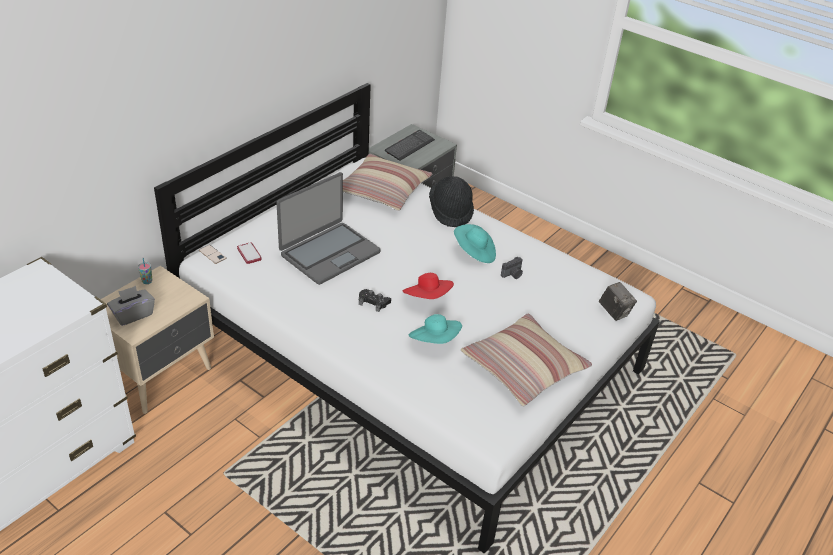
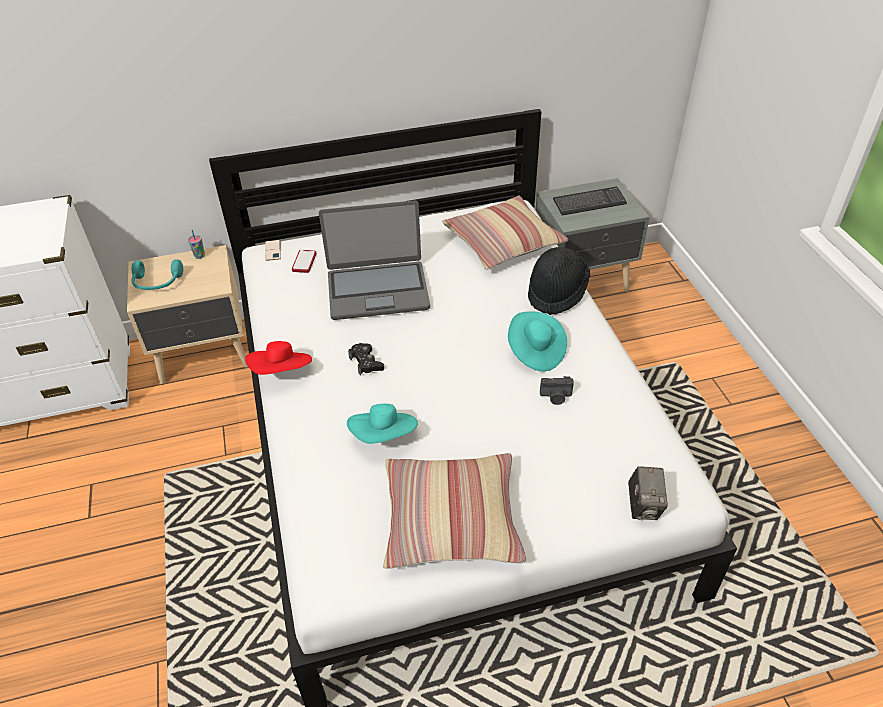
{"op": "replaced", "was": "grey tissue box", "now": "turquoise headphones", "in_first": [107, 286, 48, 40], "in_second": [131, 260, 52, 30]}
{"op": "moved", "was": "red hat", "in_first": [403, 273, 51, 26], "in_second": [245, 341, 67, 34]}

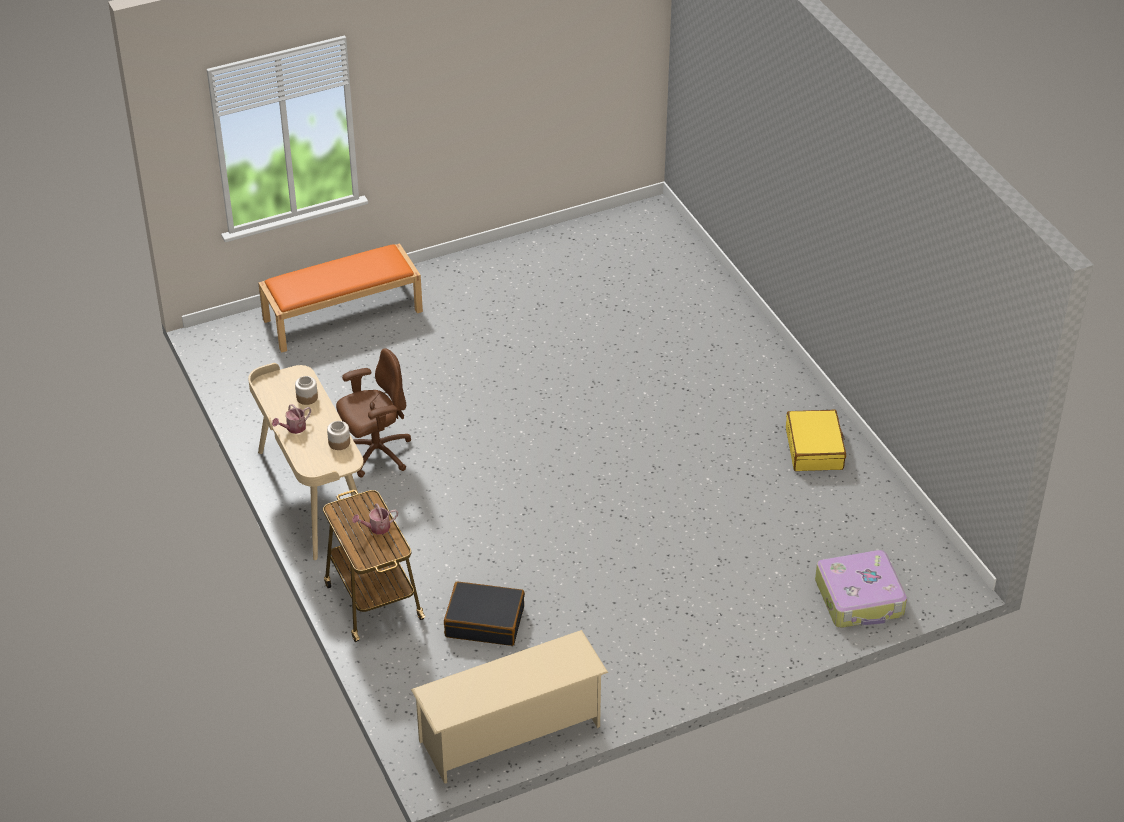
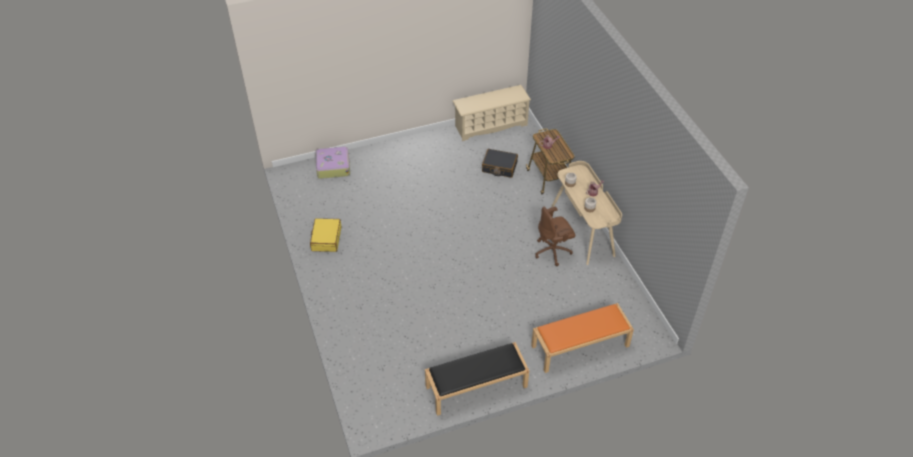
{"op": "added", "now": "black bench", "in_second": [425, 342, 104, 74]}

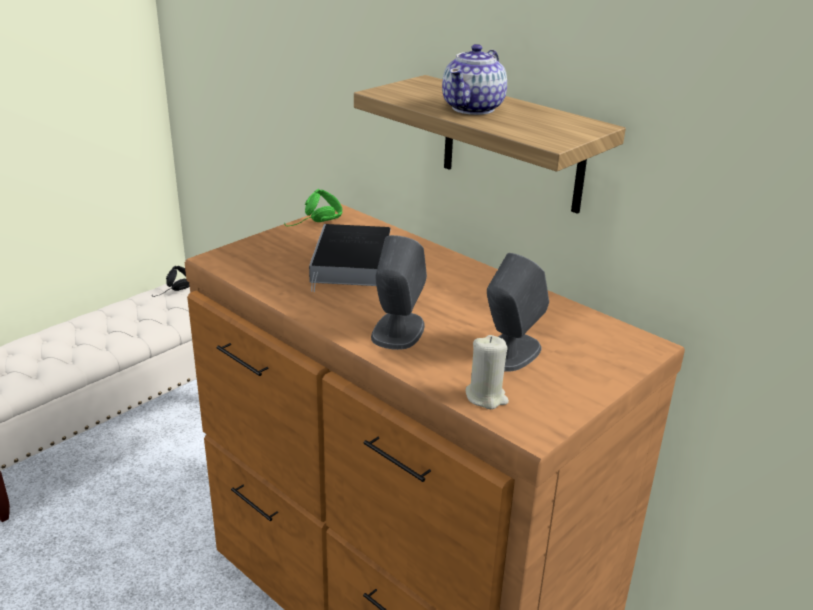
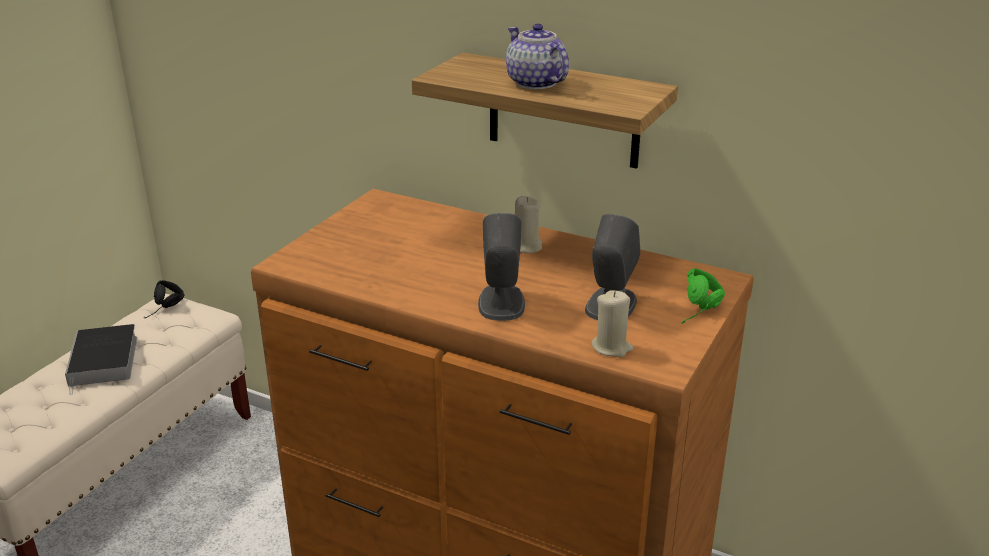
{"op": "moved", "was": "green headphones", "in_first": [284, 189, 59, 37], "in_second": [682, 268, 43, 55]}
{"op": "moved", "was": "book", "in_first": [309, 224, 82, 68], "in_second": [65, 324, 72, 71]}
{"op": "turned", "was": "teapot", "in_first": [442, 44, 65, 71], "in_second": [506, 23, 63, 66], "clockwise": 135}
{"op": "added", "now": "beige candle", "in_second": [515, 196, 27, 57]}

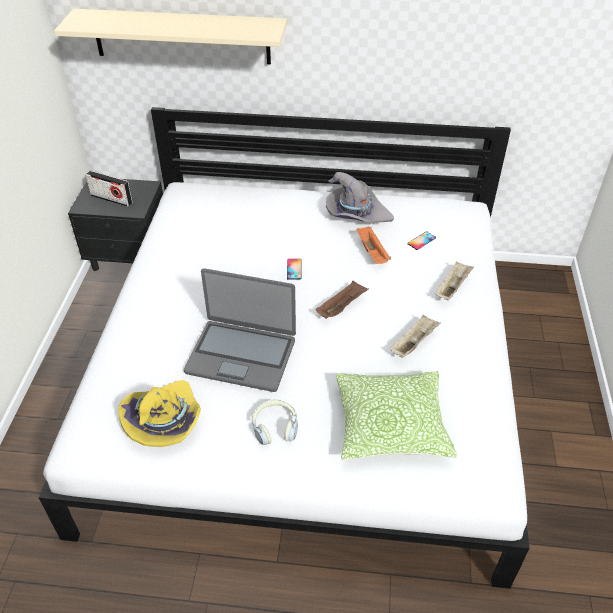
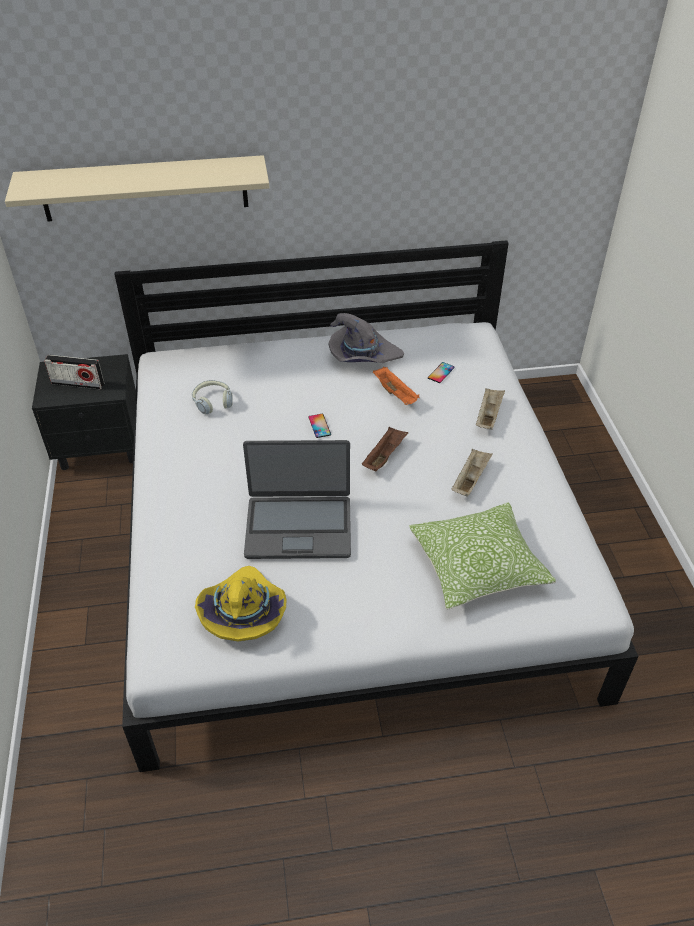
{"op": "moved", "was": "headphones", "in_first": [252, 399, 46, 46], "in_second": [192, 380, 41, 34]}

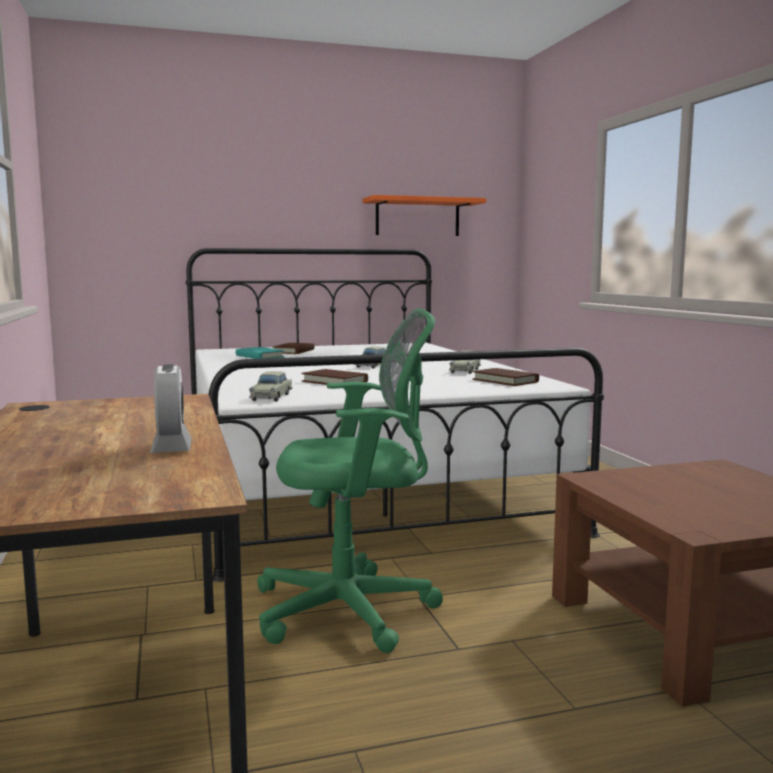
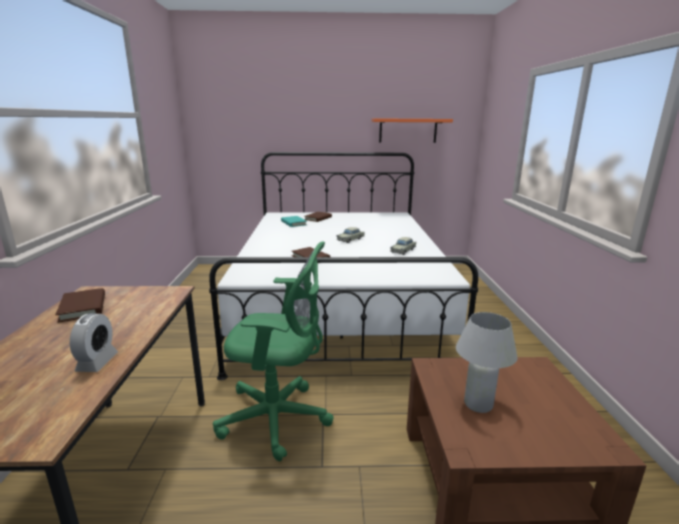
{"op": "removed", "was": "beige toy car", "in_first": [249, 371, 43, 30]}
{"op": "moved", "was": "brown book", "in_first": [472, 368, 67, 18], "in_second": [55, 288, 50, 35]}
{"op": "added", "now": "white table lamp", "in_second": [456, 312, 62, 101]}

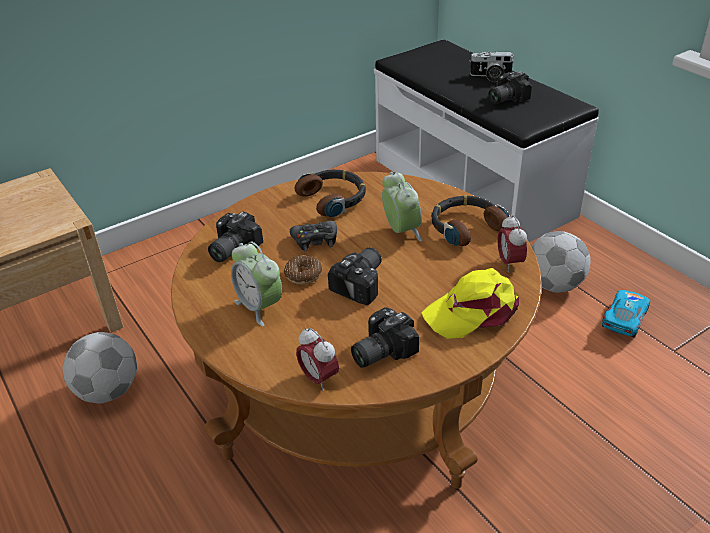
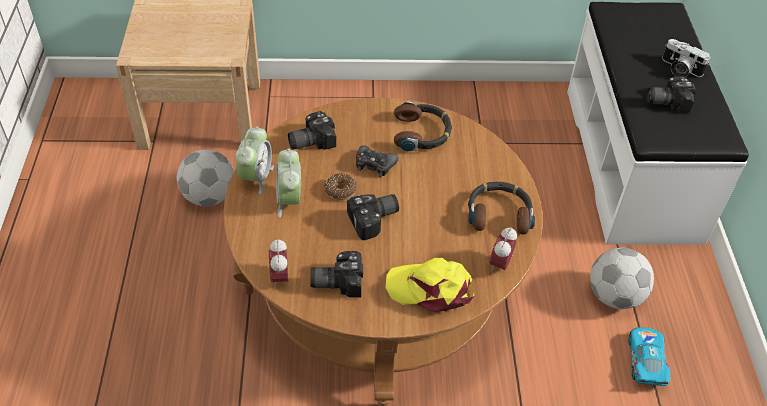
{"op": "moved", "was": "alarm clock", "in_first": [382, 172, 40, 69], "in_second": [235, 126, 39, 69]}
{"op": "turned", "was": "toy car", "in_first": [602, 290, 48, 47], "in_second": [628, 327, 42, 59], "clockwise": -60}

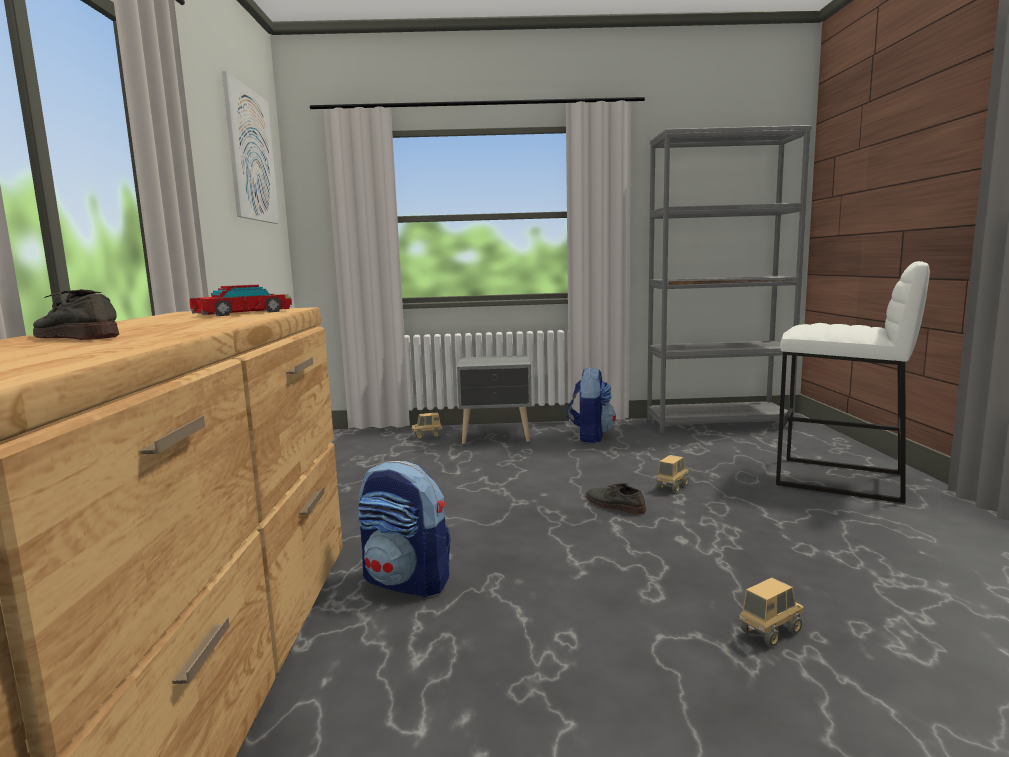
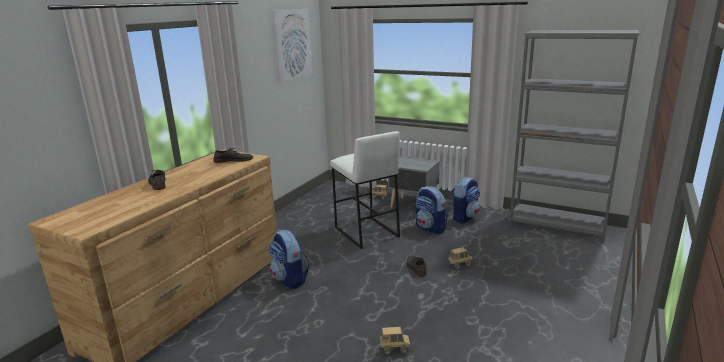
{"op": "replaced", "was": "toy car", "now": "grey shoe", "in_first": [189, 285, 103, 31], "in_second": [213, 148, 41, 15]}
{"op": "moved", "was": "white stool", "in_first": [776, 261, 154, 242], "in_second": [330, 131, 70, 118]}
{"op": "added", "now": "backpack", "in_second": [416, 186, 32, 48]}

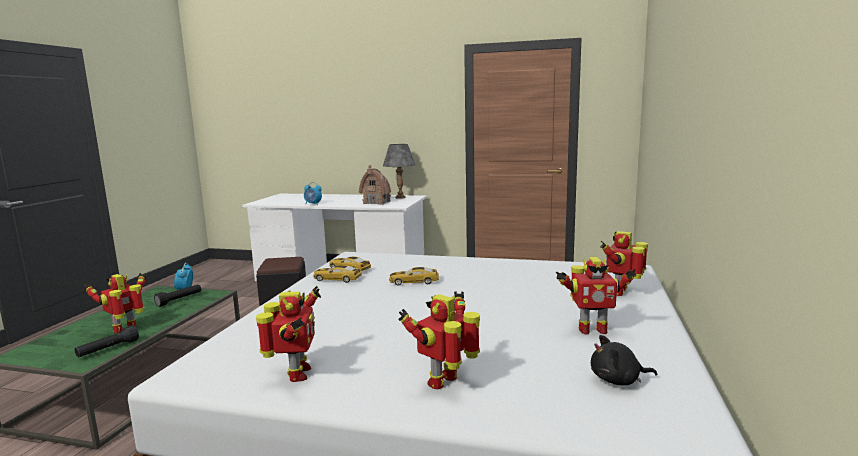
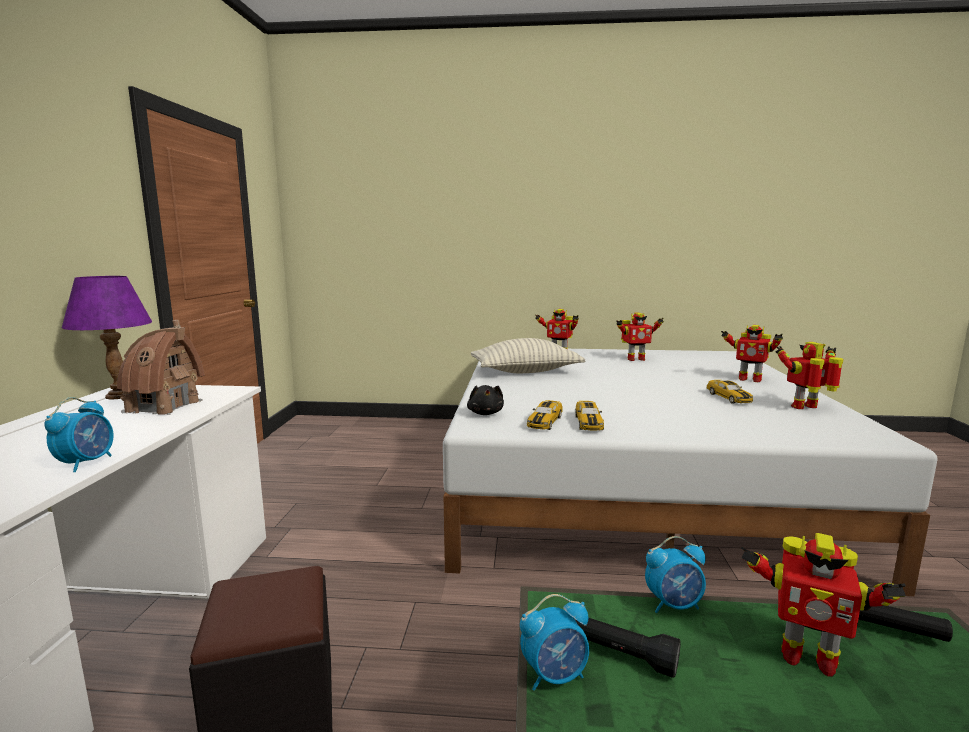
{"op": "recoloured", "was": "grey table lamp", "now": "purple table lamp", "in_first": [383, 144, 33, 55], "in_second": [62, 276, 90, 123]}
{"op": "moved", "was": "toy car", "in_first": [389, 267, 50, 18], "in_second": [707, 380, 46, 24]}
{"op": "turned", "was": "toy robot", "in_first": [556, 257, 81, 78], "in_second": [616, 312, 48, 49], "clockwise": 90}
{"op": "moved", "was": "black plush toy", "in_first": [591, 335, 66, 51], "in_second": [467, 385, 37, 30]}
{"op": "added", "now": "pillow", "in_second": [471, 338, 114, 35]}
{"op": "added", "now": "alarm clock", "in_second": [645, 536, 61, 77]}

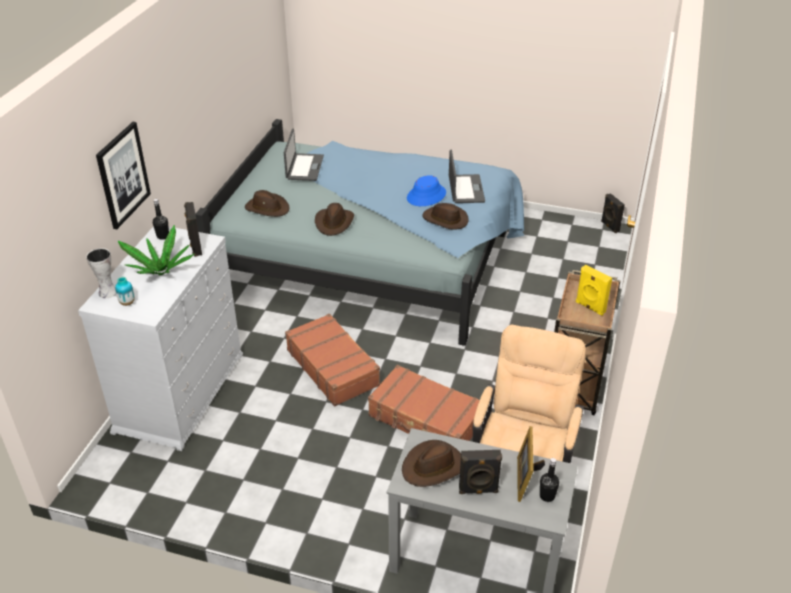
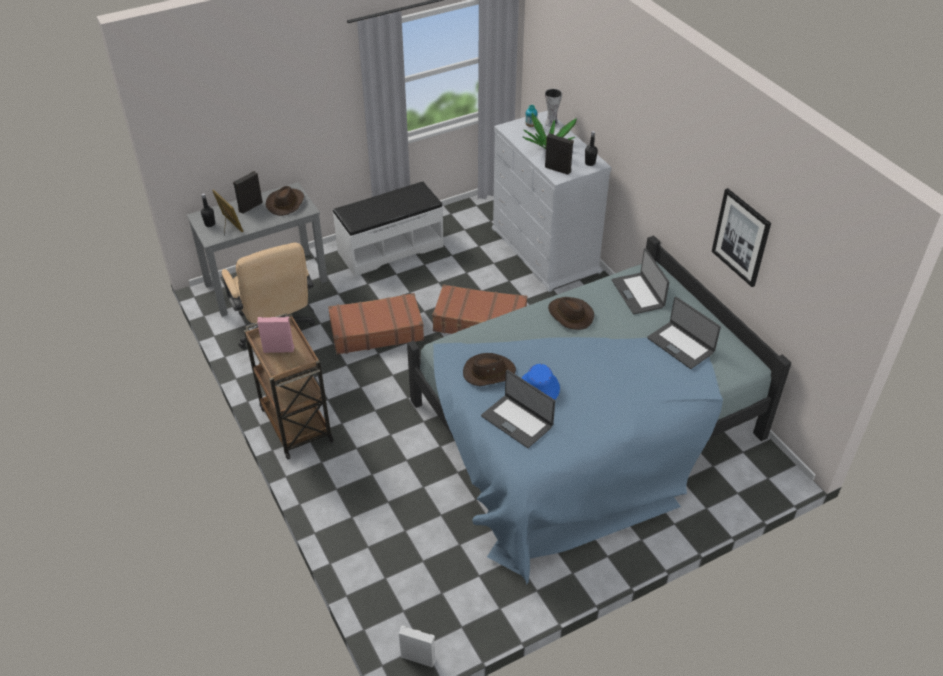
{"op": "moved", "was": "picture", "in_first": [96, 122, 55, 107], "in_second": [712, 188, 59, 99]}
{"op": "replaced", "was": "brown hat", "now": "laptop", "in_first": [245, 190, 45, 27], "in_second": [612, 248, 57, 66]}
{"op": "recoloured", "was": "yellow speaker", "now": "pink speaker", "in_first": [576, 265, 36, 51], "in_second": [257, 317, 37, 36]}
{"op": "recoloured", "was": "black speaker", "now": "white speaker", "in_first": [601, 193, 24, 40], "in_second": [399, 626, 37, 41]}
{"op": "added", "now": "white bench", "in_second": [333, 181, 111, 95]}

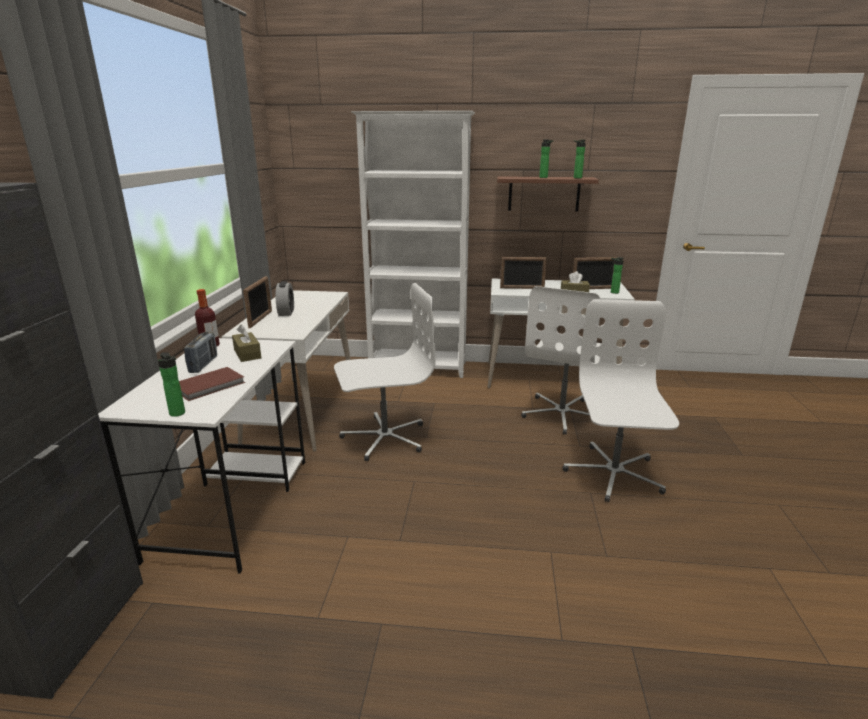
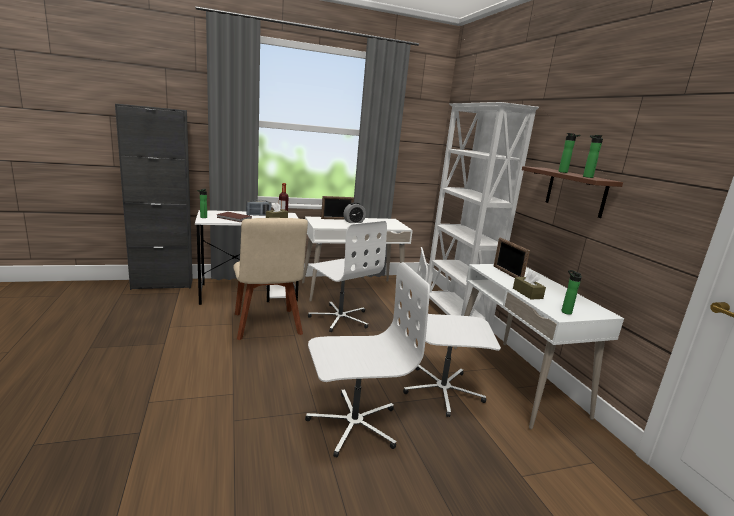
{"op": "removed", "was": "picture frame", "in_first": [573, 257, 44, 32]}
{"op": "added", "now": "beige chair", "in_second": [233, 218, 75, 122]}

